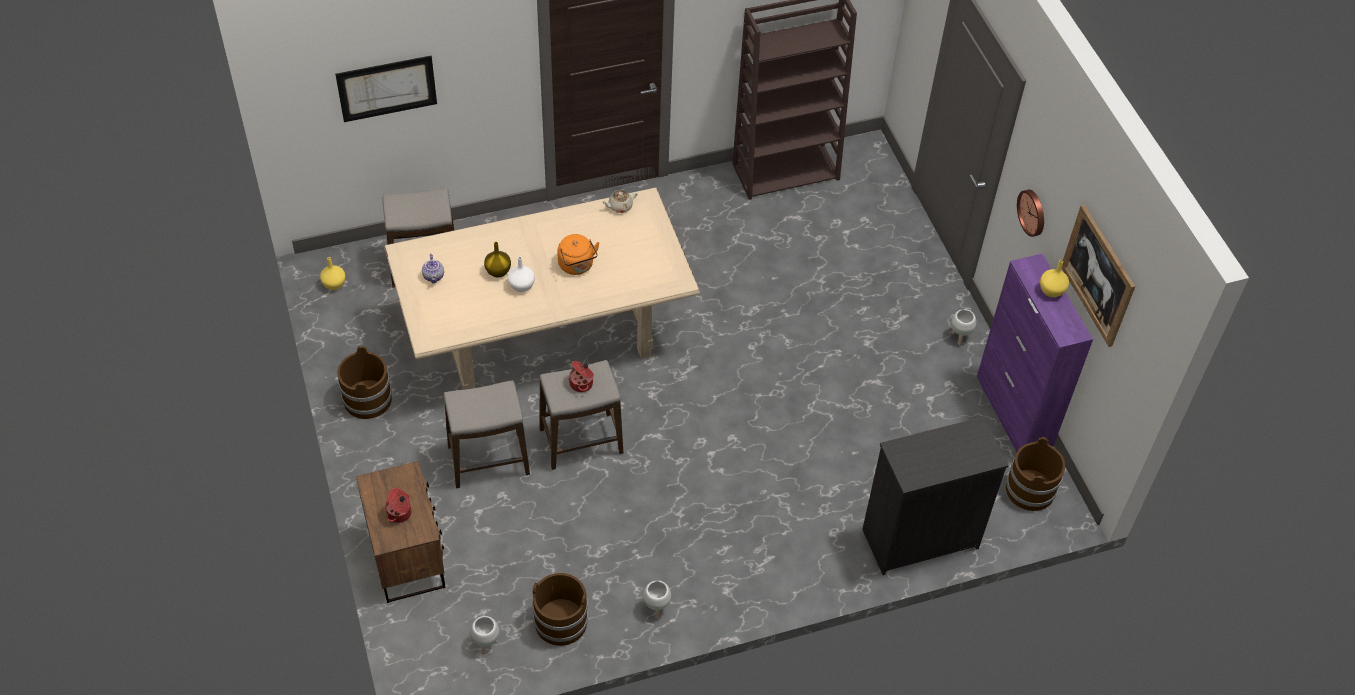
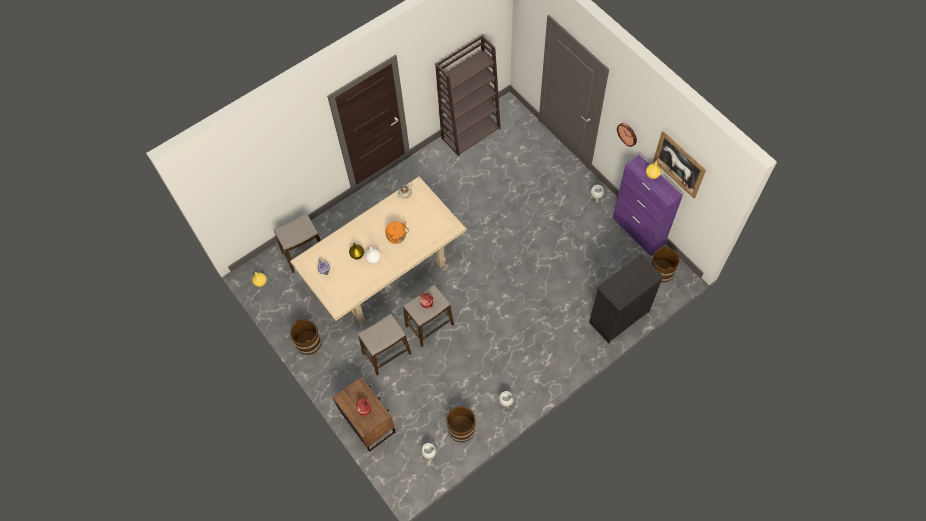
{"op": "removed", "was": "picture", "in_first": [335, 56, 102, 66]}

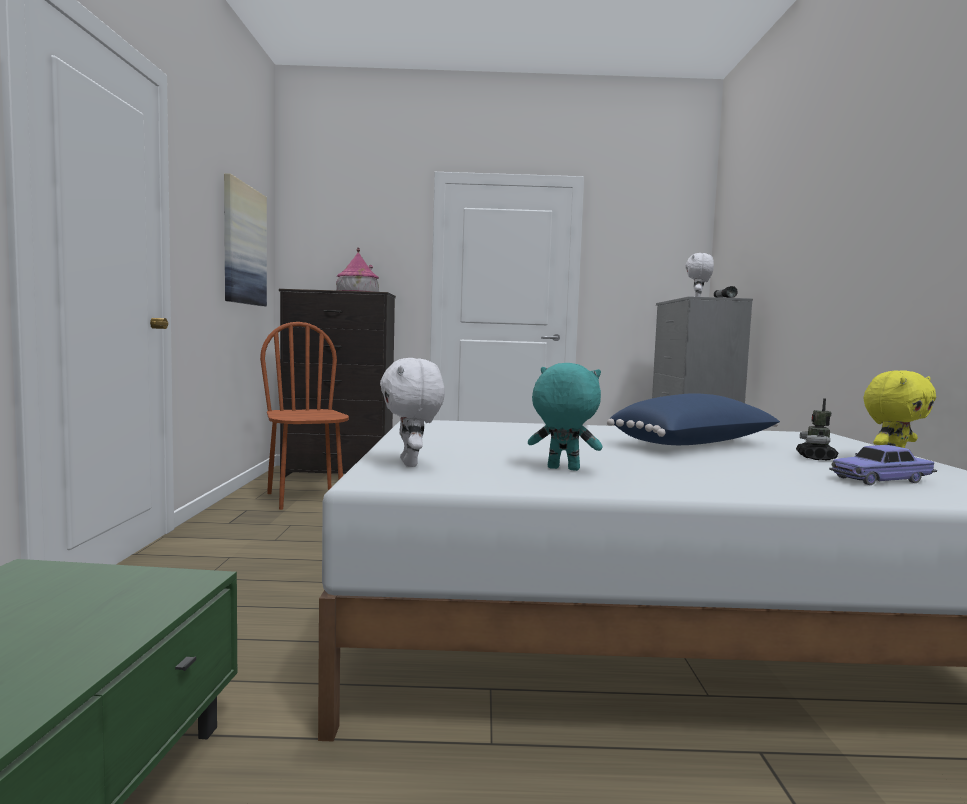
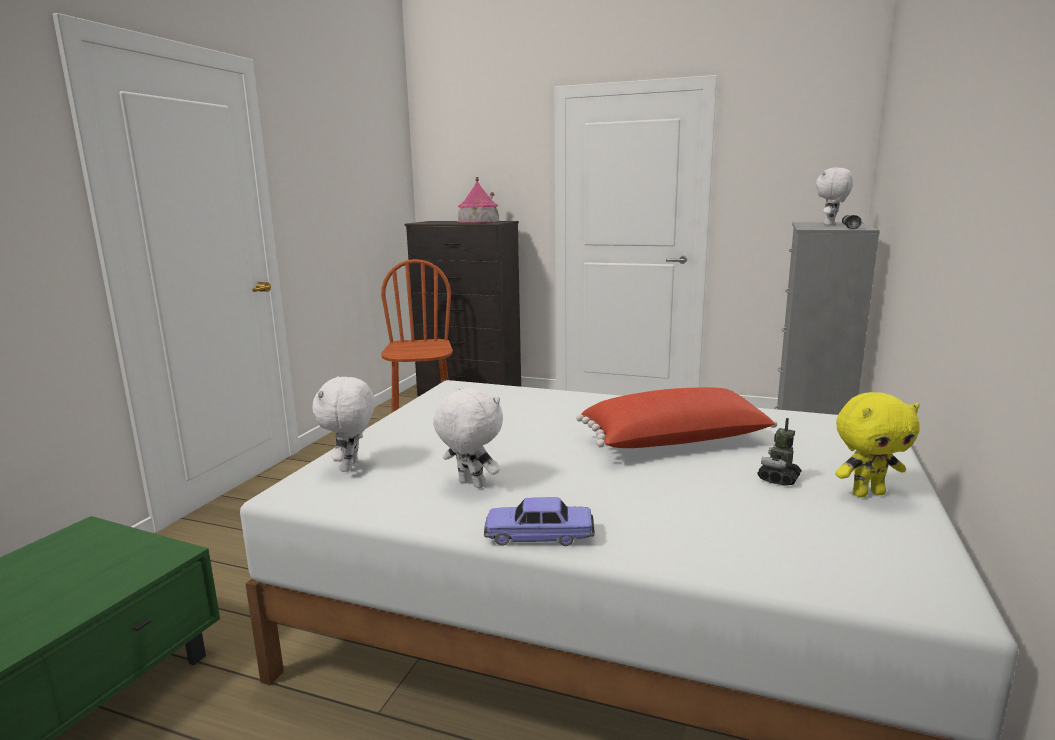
{"op": "removed", "was": "picture", "in_first": [224, 173, 43, 133]}
{"op": "recoloured", "was": "turquoise plush toy", "now": "white plush toy", "in_first": [528, 363, 75, 108], "in_second": [433, 387, 70, 101]}
{"op": "recoloured", "was": "blue pillow", "now": "red pillow", "in_first": [607, 393, 173, 52], "in_second": [576, 387, 201, 61]}
{"op": "moved", "was": "toy car", "in_first": [829, 445, 108, 40], "in_second": [484, 497, 111, 49]}

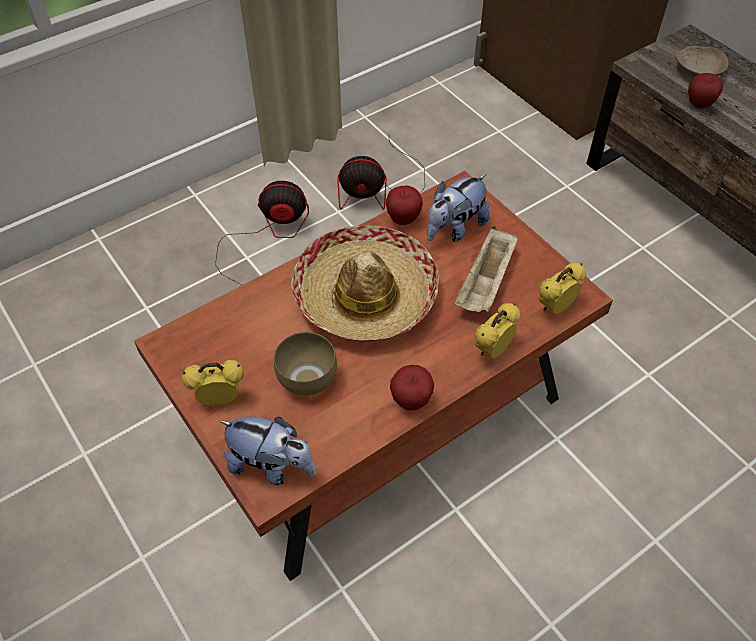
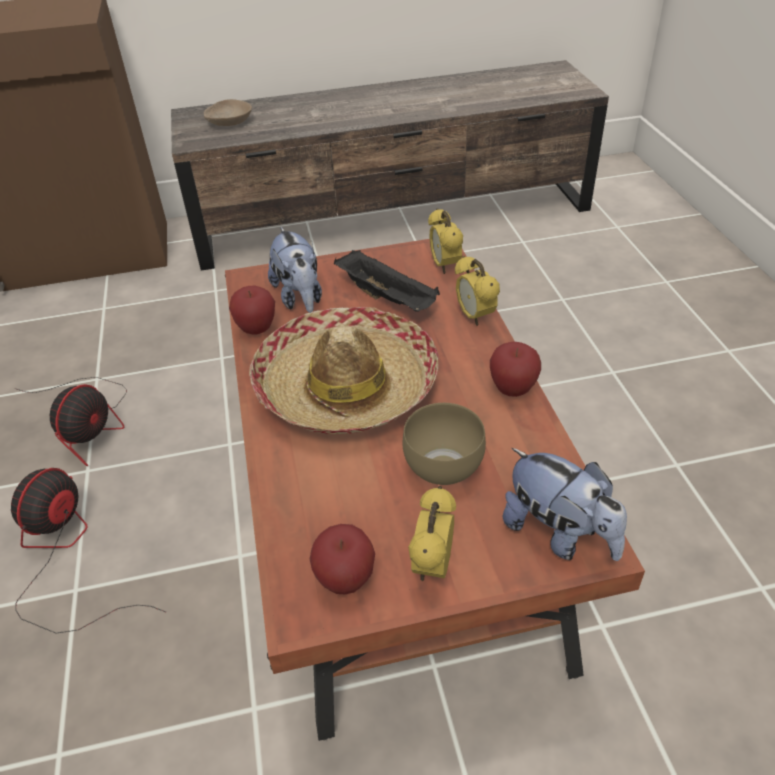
{"op": "turned", "was": "plush toy", "in_first": [219, 416, 97, 69], "in_second": [503, 448, 124, 113], "clockwise": 90}
{"op": "recoloured", "was": "beige tray", "now": "black tray", "in_first": [455, 227, 63, 85], "in_second": [334, 250, 106, 62]}
{"op": "moved", "was": "apple", "in_first": [688, 73, 35, 35], "in_second": [310, 524, 65, 70]}

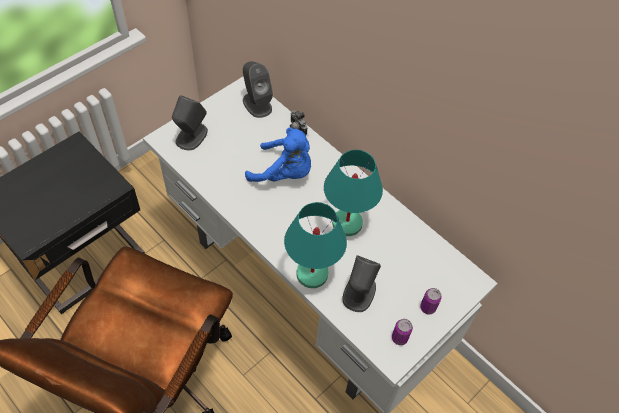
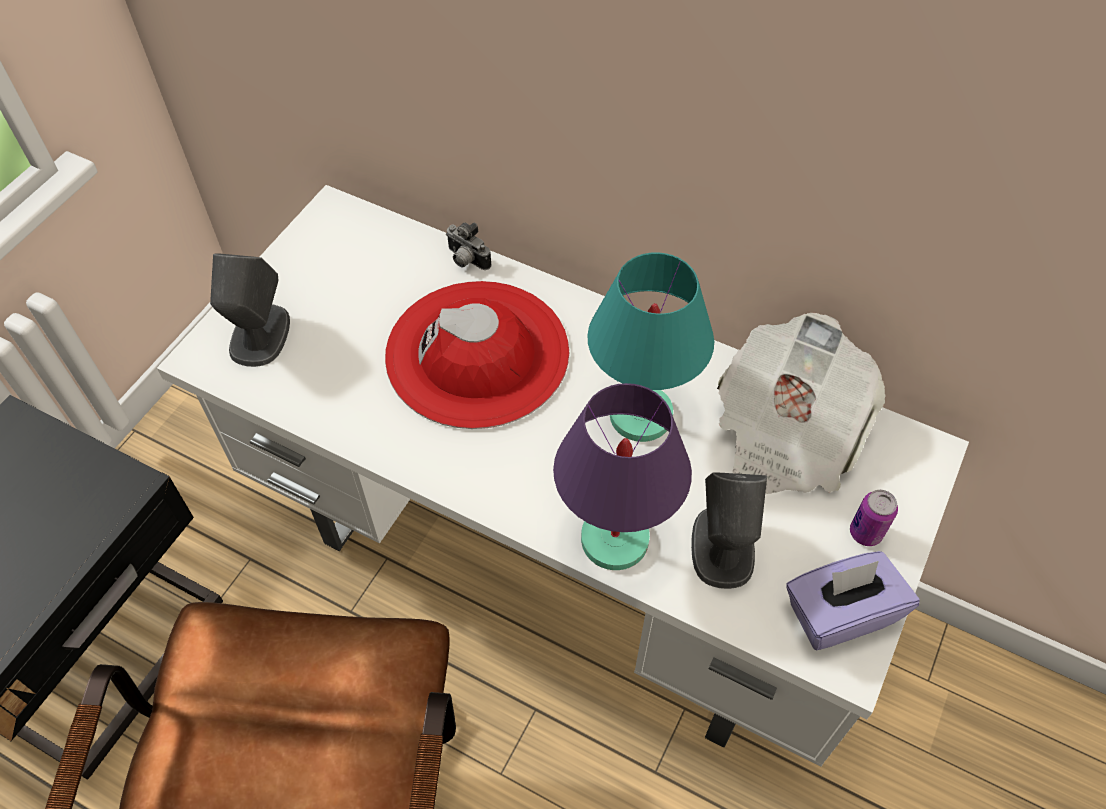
{"op": "removed", "was": "grey speaker", "in_first": [243, 61, 30, 57]}
{"op": "replaced", "was": "blue plush toy", "now": "red hat", "in_first": [245, 127, 66, 55], "in_second": [385, 281, 184, 148]}
{"op": "recoloured", "was": "turquoise table lamp", "now": "purple table lamp", "in_first": [284, 202, 63, 86], "in_second": [553, 383, 139, 187]}
{"op": "replaced", "was": "can", "now": "purple tissue box", "in_first": [392, 319, 21, 26], "in_second": [786, 551, 134, 100]}
{"op": "added", "now": "newspaper", "in_second": [717, 313, 169, 181]}

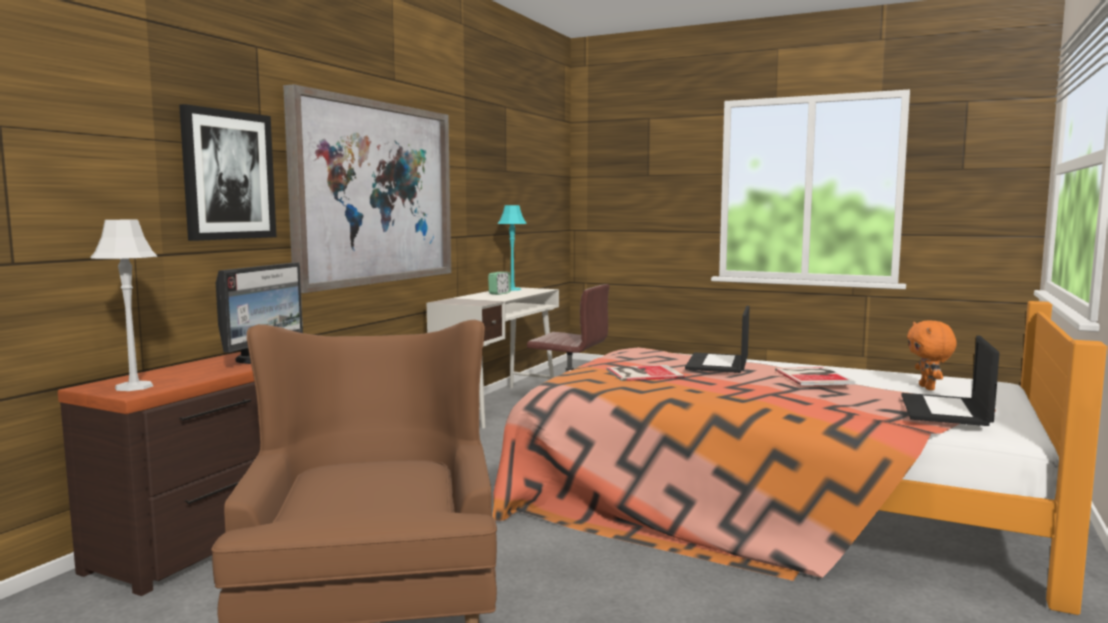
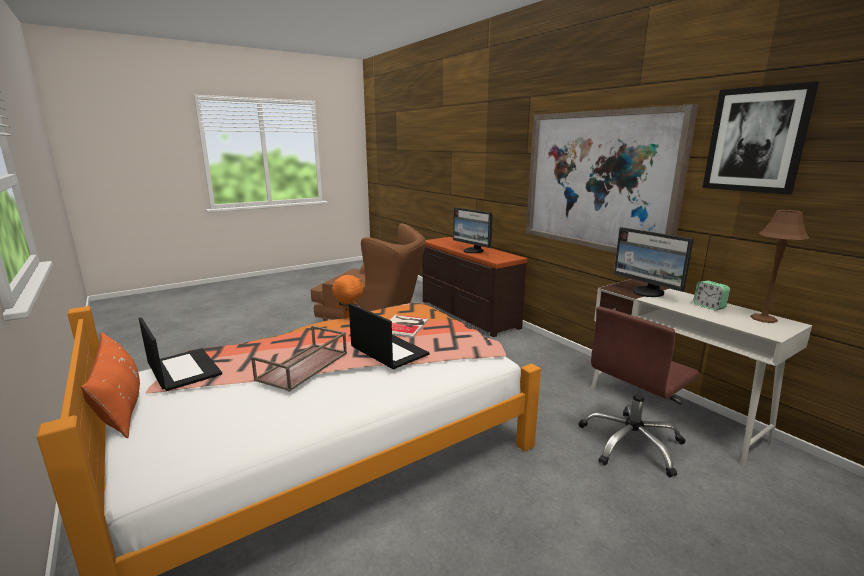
{"op": "removed", "was": "grey table lamp", "in_first": [90, 220, 68, 171]}
{"op": "moved", "was": "picture", "in_first": [179, 104, 98, 137], "in_second": [702, 81, 117, 114]}
{"op": "recoloured", "was": "turquoise table lamp", "now": "brown table lamp", "in_first": [497, 205, 30, 86], "in_second": [750, 210, 60, 113]}
{"op": "replaced", "was": "book", "now": "brown tray", "in_first": [775, 367, 80, 18], "in_second": [251, 325, 96, 67]}
{"op": "moved", "was": "orange plush toy", "in_first": [907, 320, 50, 70], "in_second": [332, 275, 31, 43]}
{"op": "added", "now": "orange pillow", "in_second": [81, 332, 59, 106]}
{"op": "added", "now": "monitor", "in_second": [614, 227, 80, 70]}

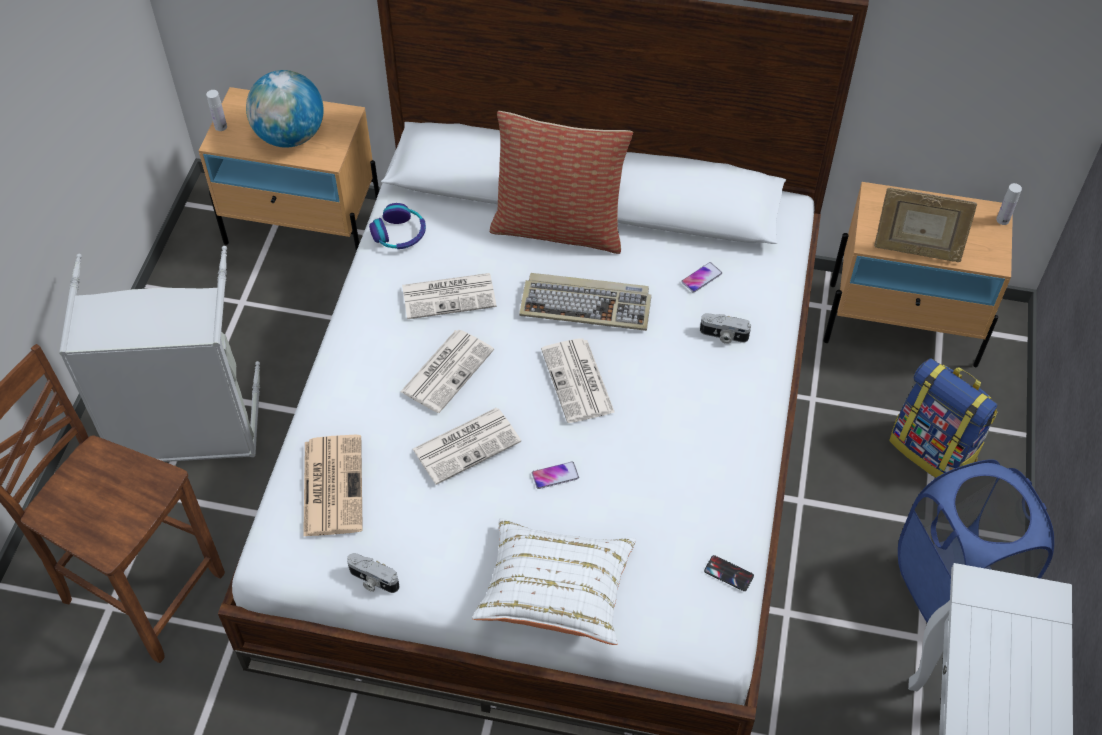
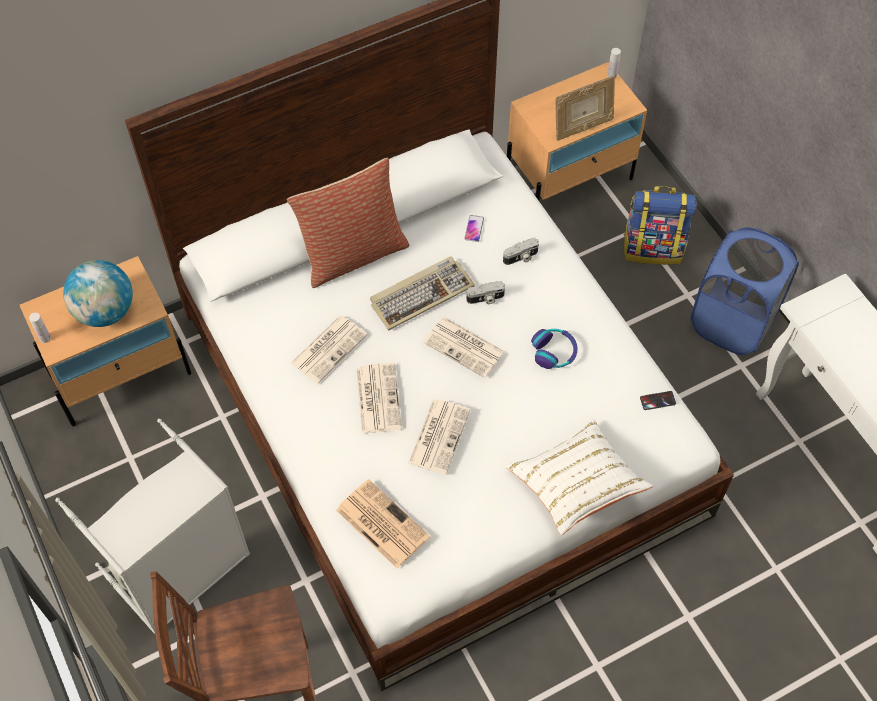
{"op": "moved", "was": "photo camera", "in_first": [347, 553, 53, 40], "in_second": [467, 281, 38, 23]}
{"op": "moved", "was": "headphones", "in_first": [369, 203, 57, 46], "in_second": [531, 329, 47, 40]}
{"op": "removed", "was": "phone", "in_first": [532, 462, 47, 27]}

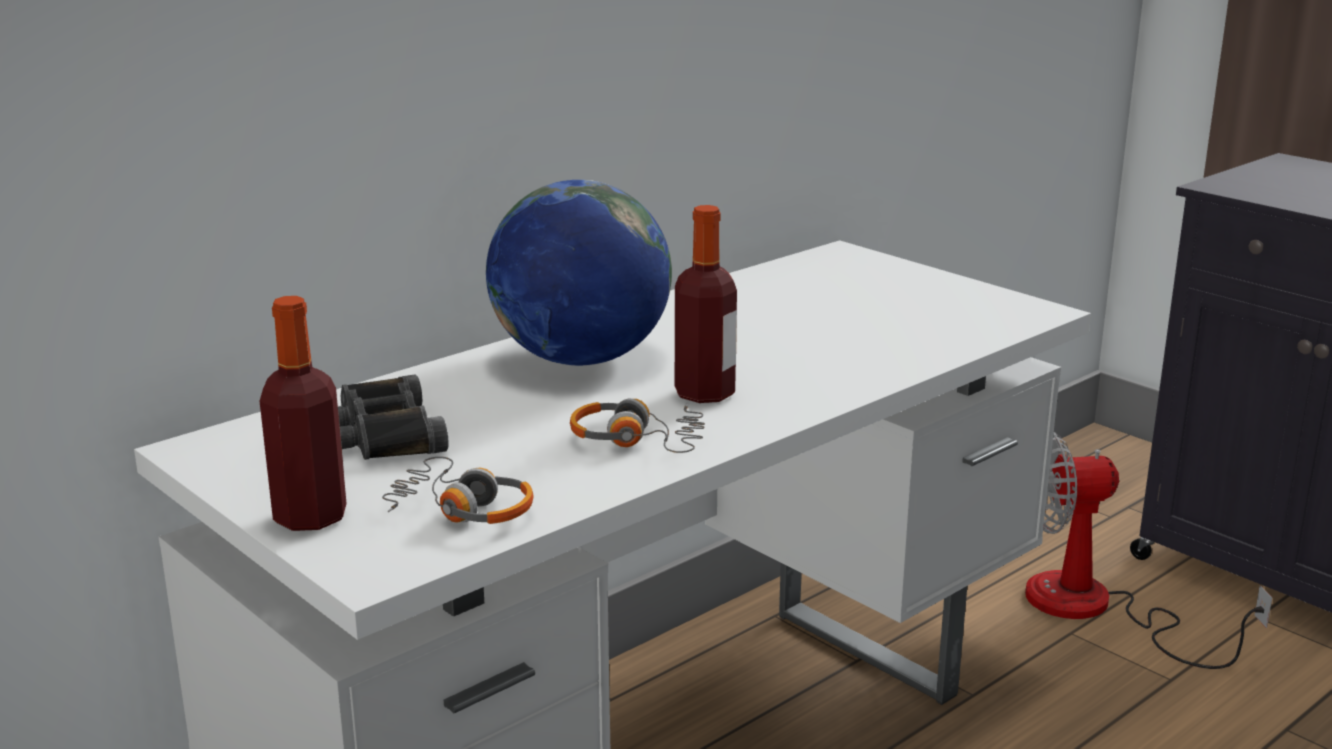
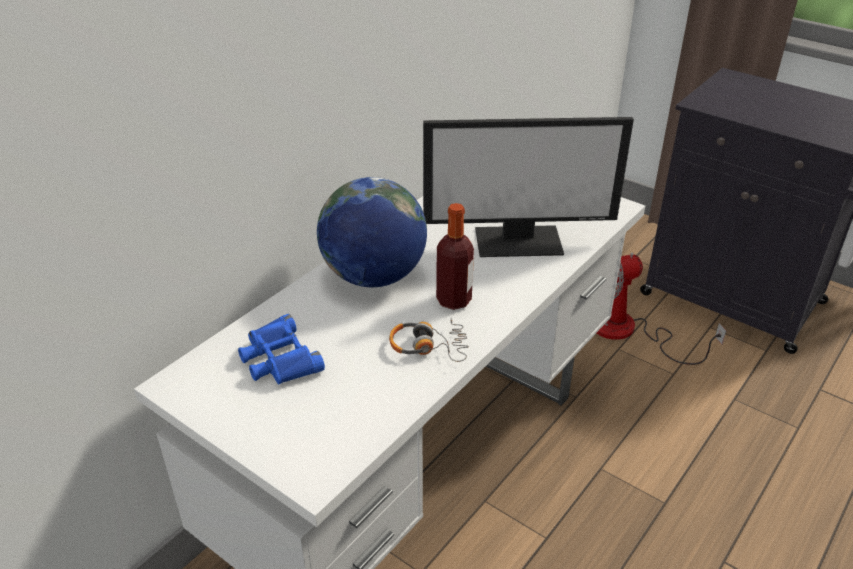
{"op": "removed", "was": "bottle", "in_first": [260, 296, 87, 235]}
{"op": "recoloured", "was": "black binoculars", "now": "blue binoculars", "in_first": [338, 375, 111, 85], "in_second": [238, 314, 87, 71]}
{"op": "removed", "was": "headphones", "in_first": [382, 457, 151, 67]}
{"op": "added", "now": "monitor", "in_second": [423, 117, 211, 140]}

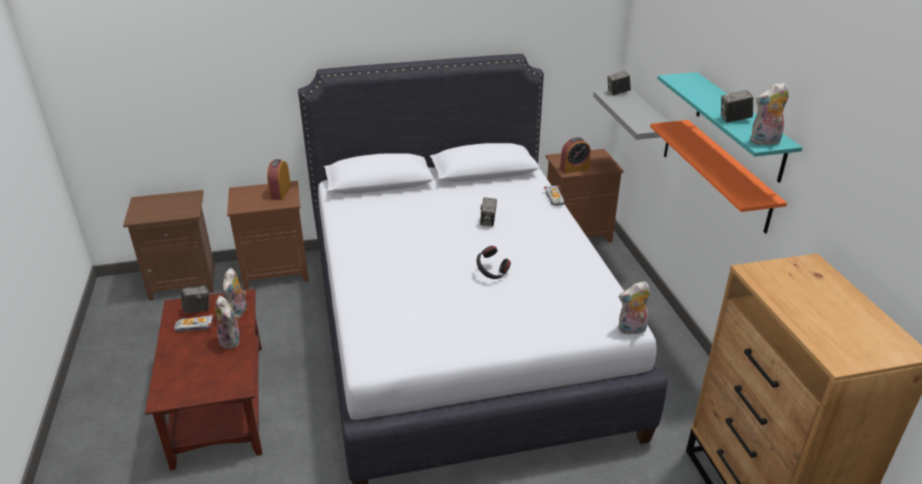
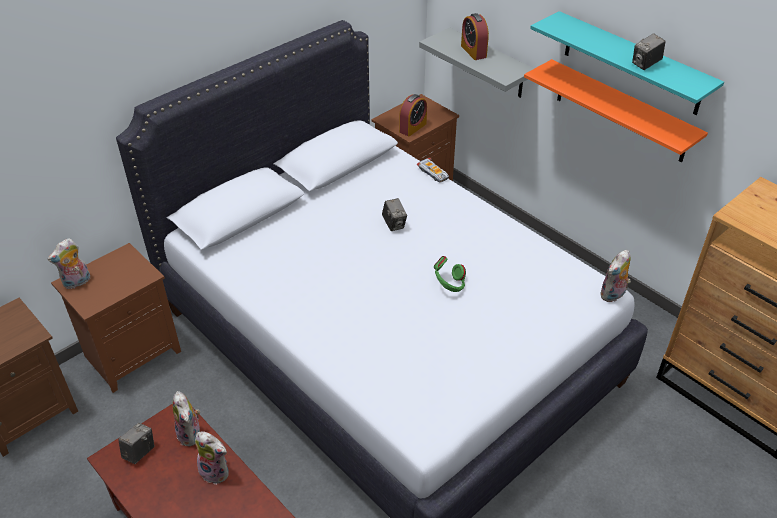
{"op": "removed", "was": "toy car", "in_first": [174, 314, 39, 18]}
{"op": "moved", "was": "alarm clock", "in_first": [267, 159, 24, 41], "in_second": [461, 13, 28, 47]}
{"op": "recoloured", "was": "black headphones", "now": "green headphones", "in_first": [477, 246, 34, 33], "in_second": [434, 256, 32, 36]}
{"op": "removed", "was": "photo camera", "in_first": [607, 71, 24, 24]}
{"op": "moved", "was": "plush toy", "in_first": [750, 82, 39, 63], "in_second": [48, 238, 42, 51]}

